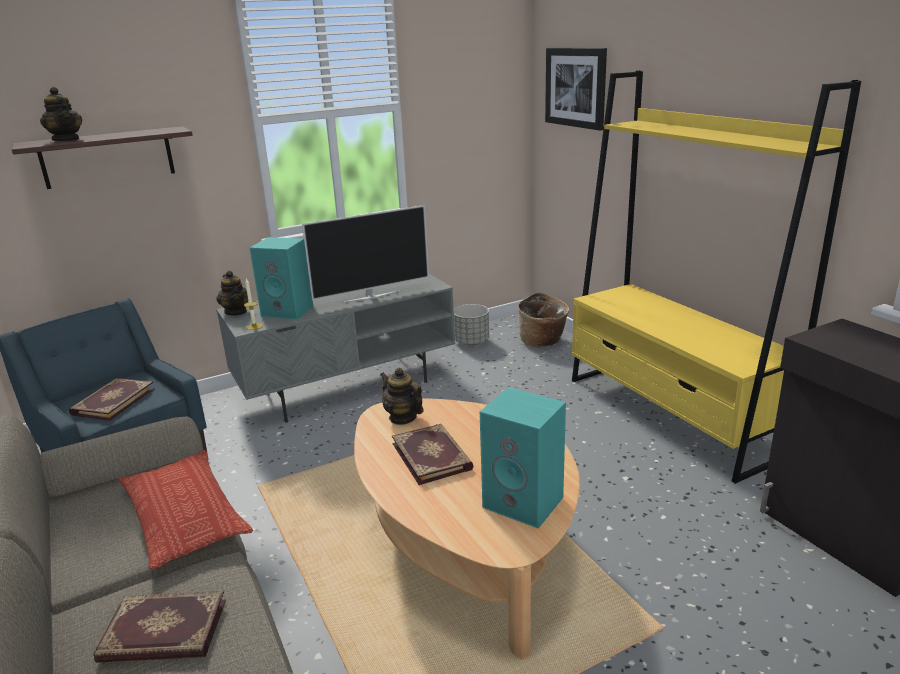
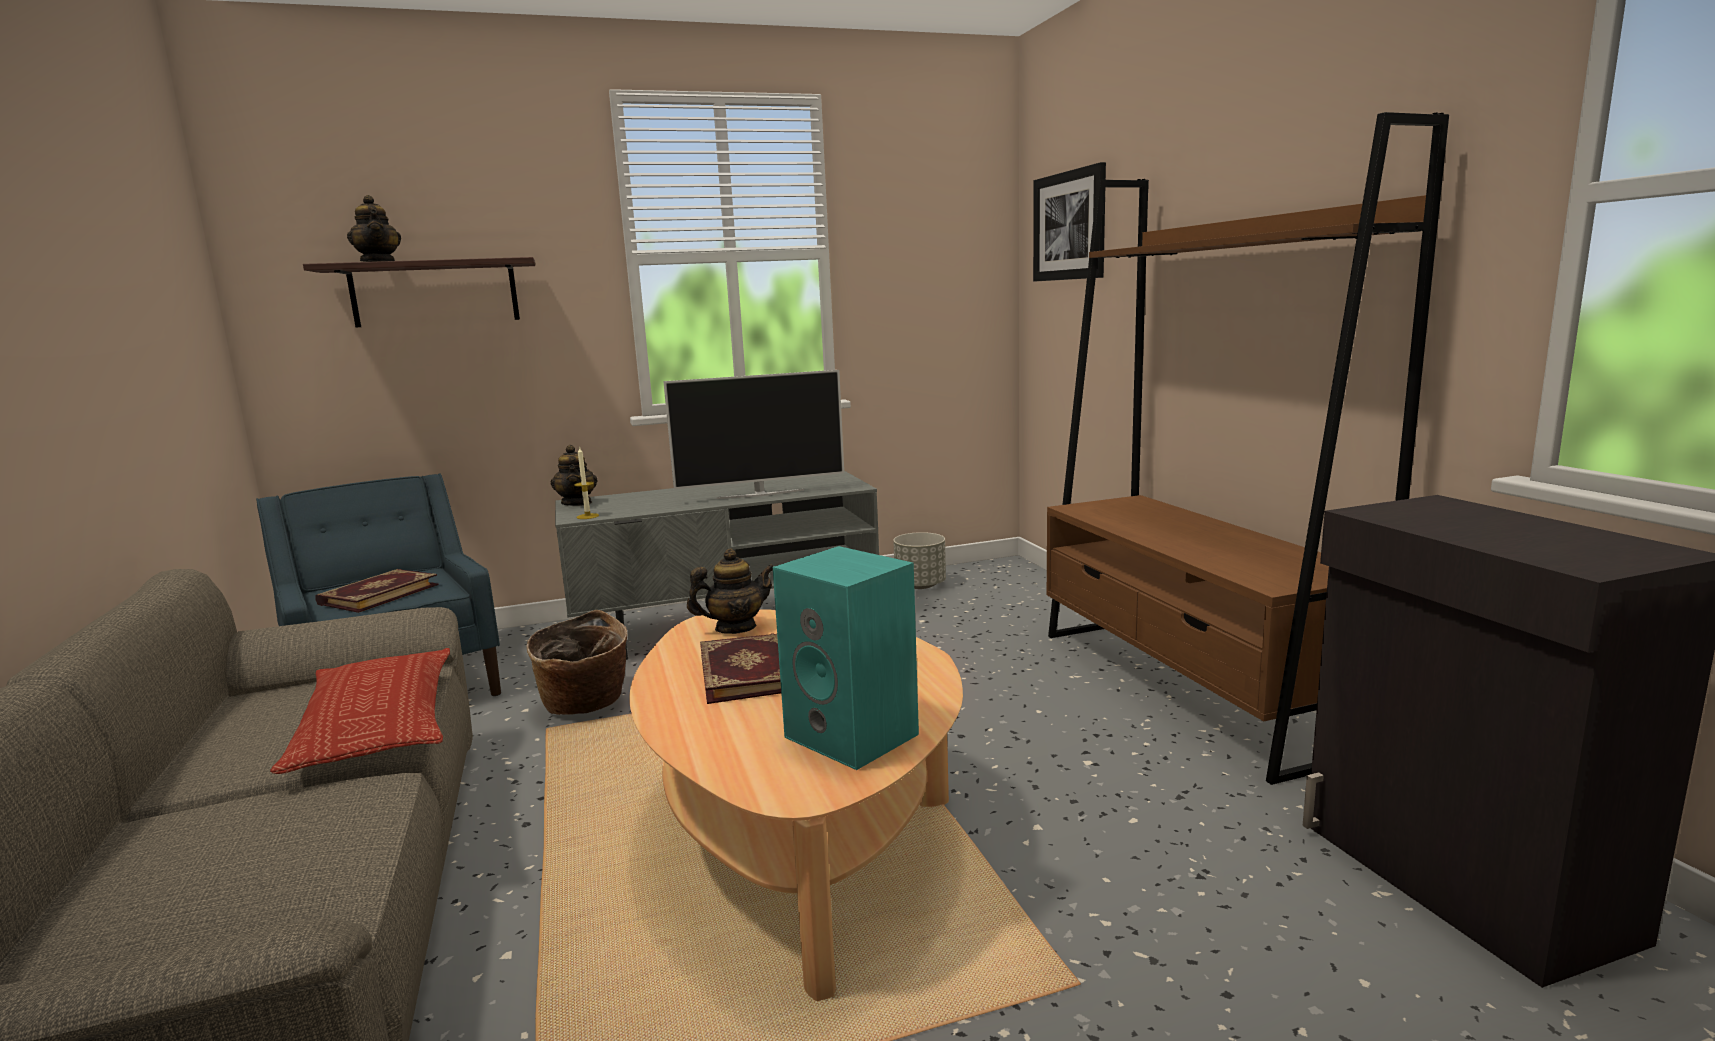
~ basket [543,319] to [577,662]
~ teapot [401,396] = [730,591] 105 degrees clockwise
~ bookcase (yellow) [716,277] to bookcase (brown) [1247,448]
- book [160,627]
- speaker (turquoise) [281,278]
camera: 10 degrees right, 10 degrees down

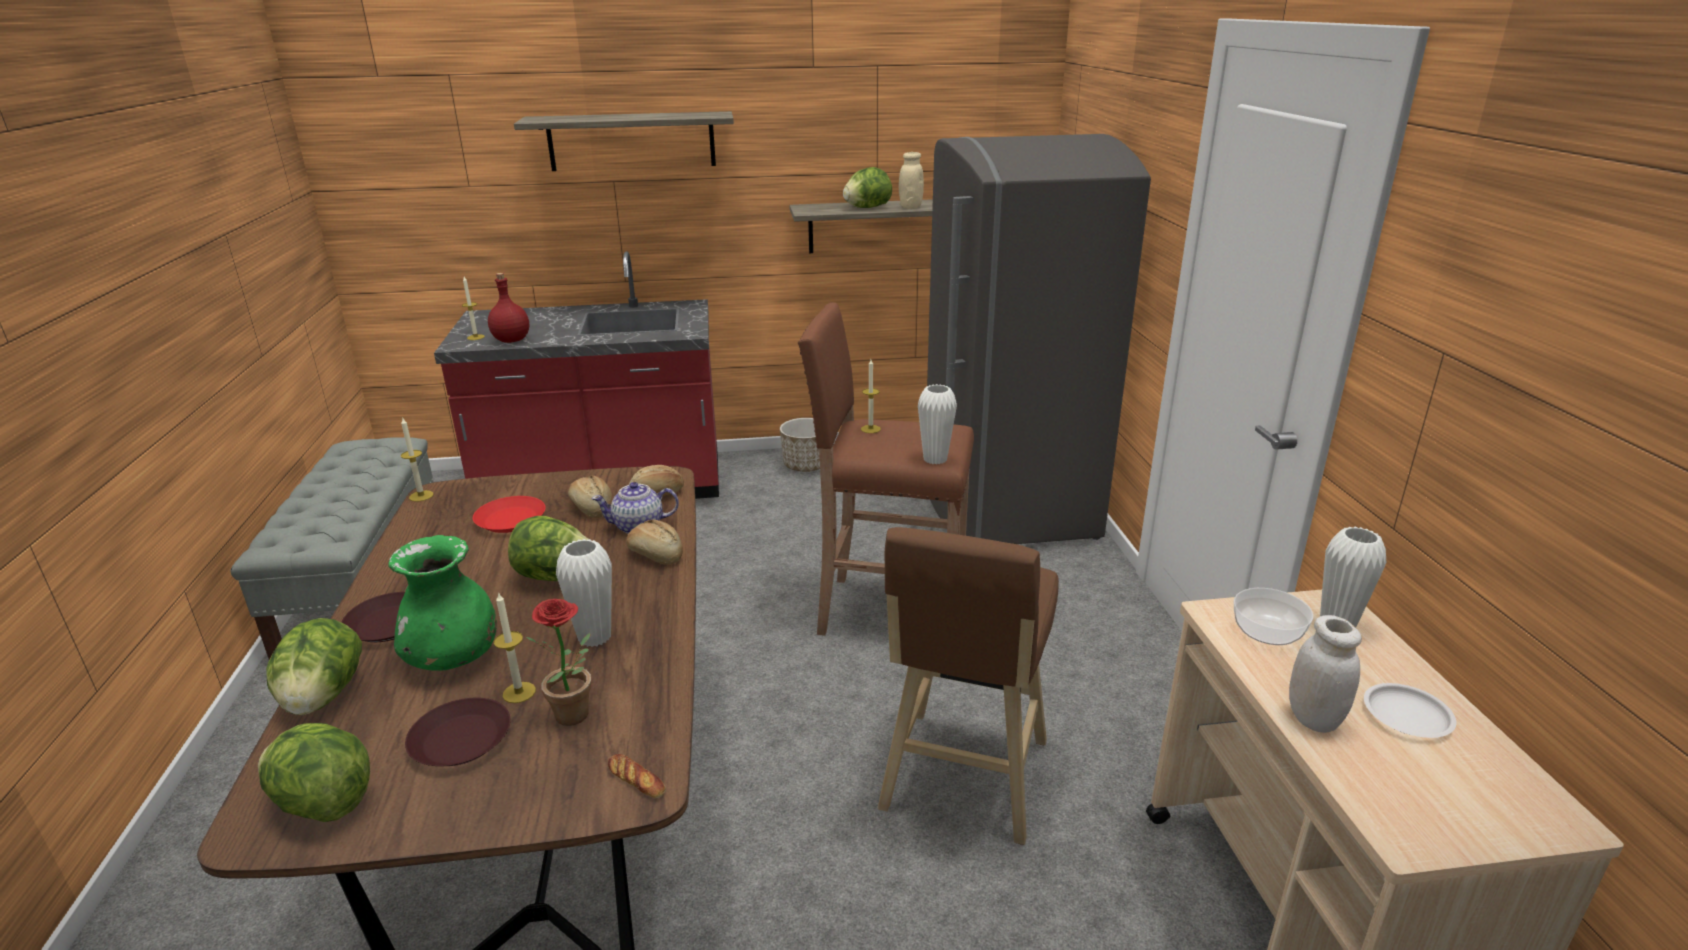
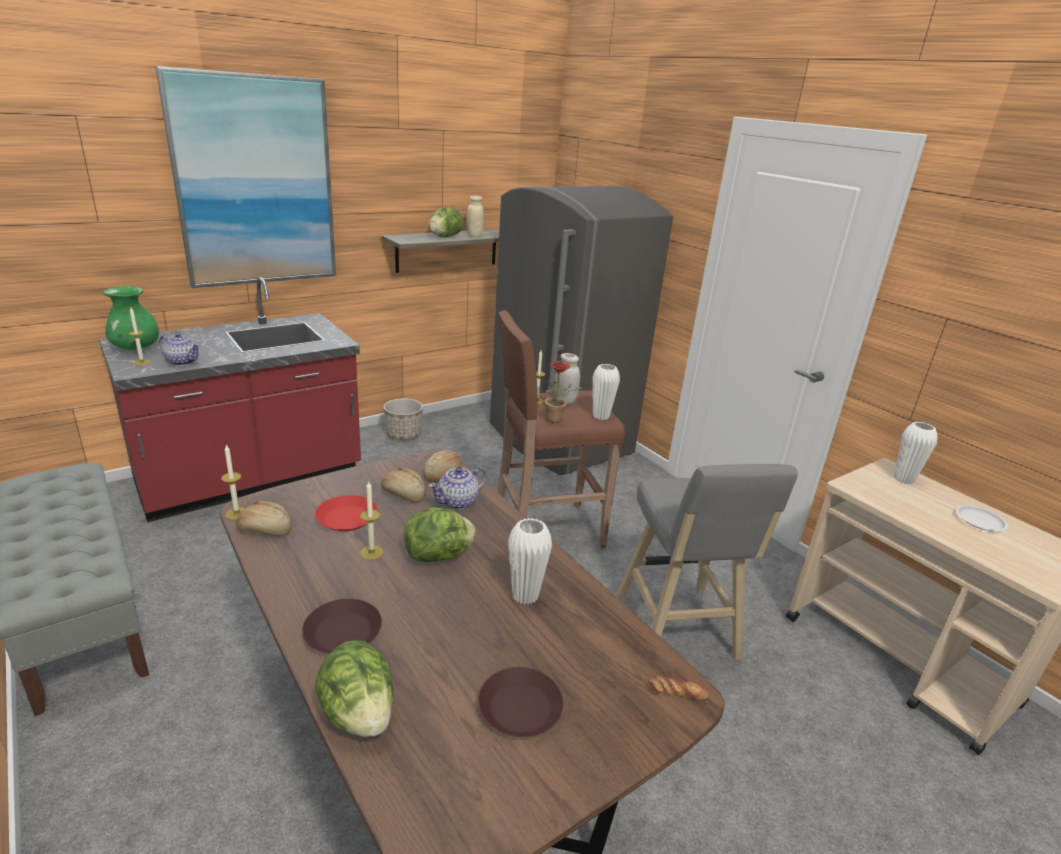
~ vase (green) [442,603] to [131,318]
~ shelf [624,141] to picture [245,177]
~ bottle (red) [508,308] to teapot [179,349]
~ bread [654,542] to [264,519]
~ candle [515,647] to [371,521]
~ potted plant [558,662] to [563,392]
~ jar (white) [1325,674] to [567,378]
~ stool (brown) [968,686] to stool (grey) [707,561]
- lettuce [314,772]
- bowl [1273,616]
camera: 30 degrees left, 0 degrees up

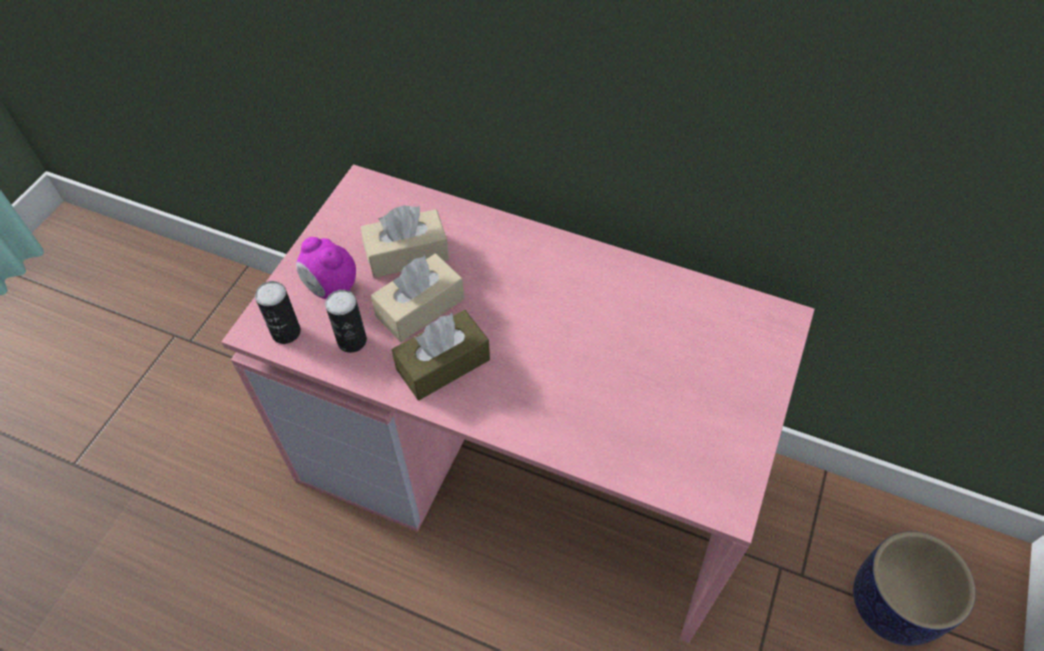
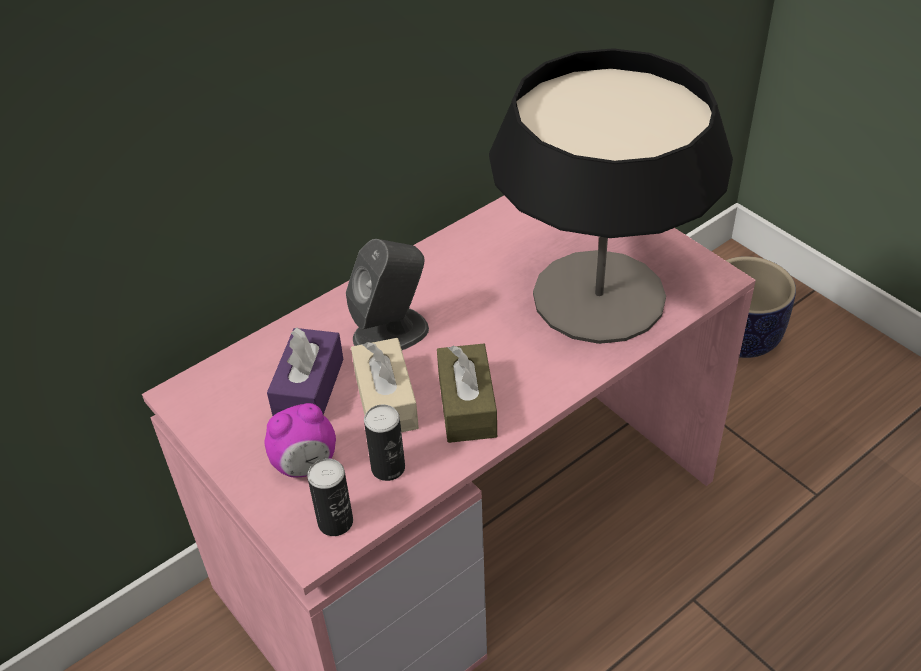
~ tissue box (beige) [405,242] to tissue box (purple) [305,372]
+ speaker (grey) [387,294]
+ table lamp [611,196]
camera: 60 degrees left, 10 degrees down

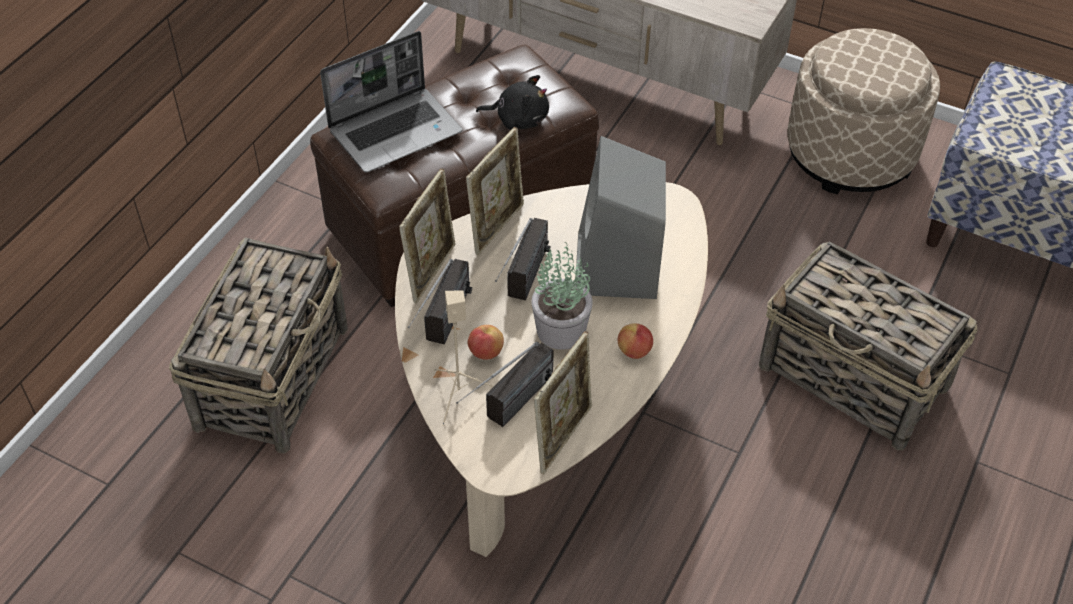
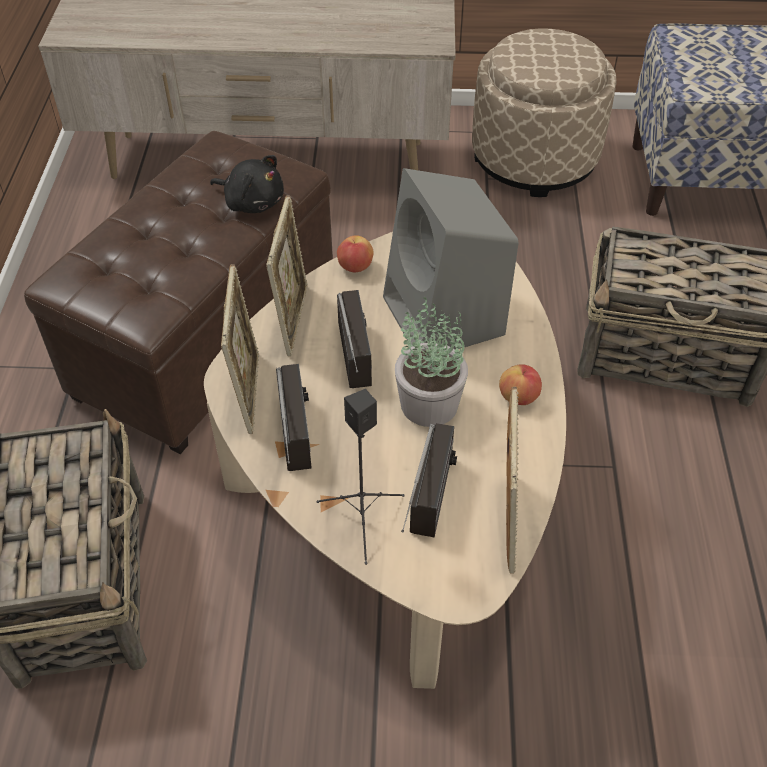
~ plush toy (black) [512,102] = [247,184] 45 degrees clockwise
~ speaker (beige) [464,358] to speaker (black) [361,477]
~ apple [485,342] to [355,253]
- laptop [391,101]
camera: 25 degrees left, 0 degrees up

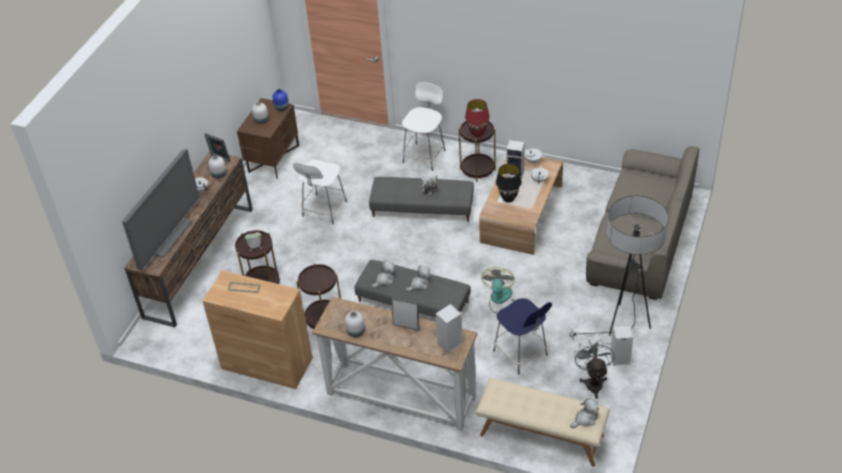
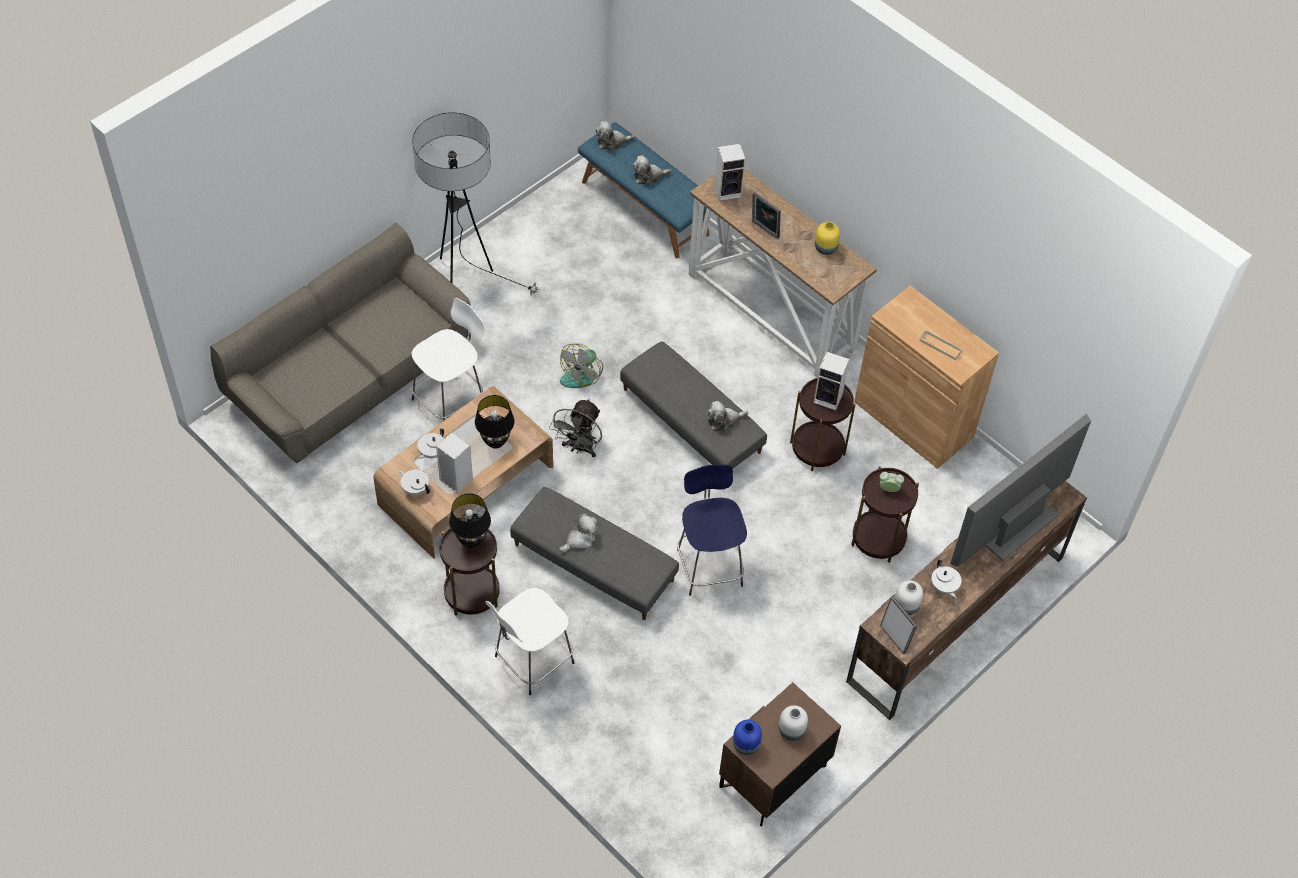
~ stool (white) [320,192] to [447,359]
~ table lamp (red) [477,118] to table lamp (black) [470,520]
~ fan (grey) [594,369] to [575,428]
~ bench (beige) [543,422] to bench (blue) [643,190]
~ plush toy [418,278] to [652,170]
~ stool (blue) [522,336] to [712,530]
~ speaker [621,345] to [831,381]
~ vase (white) [355,324] to vase (yellow) [827,238]
camera: 160 degrees left, 10 degrees up

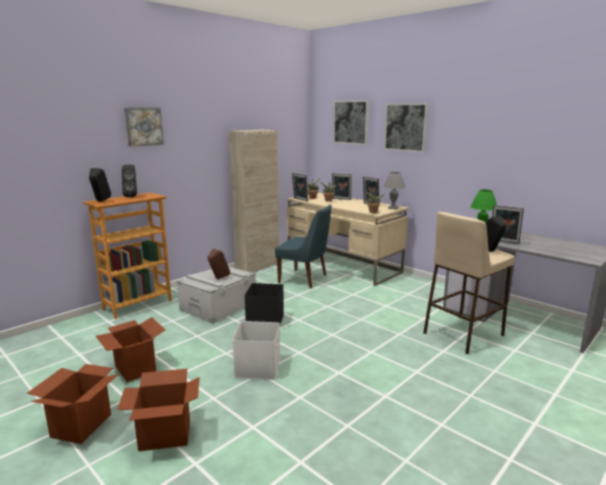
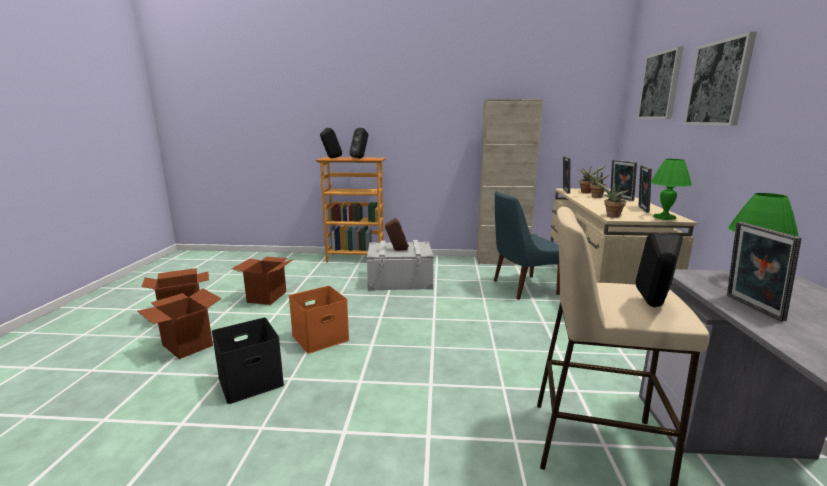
~ storage box (black) [264,303] to [248,361]
~ storage box (white) [256,350] to storage box (orange) [319,320]
~ chair (blue) [303,246] = [527,245] 90 degrees clockwise
~ table lamp (grey) [394,190] to table lamp (green) [671,189]
- picture [144,127]
camera: 50 degrees right, 0 degrees up

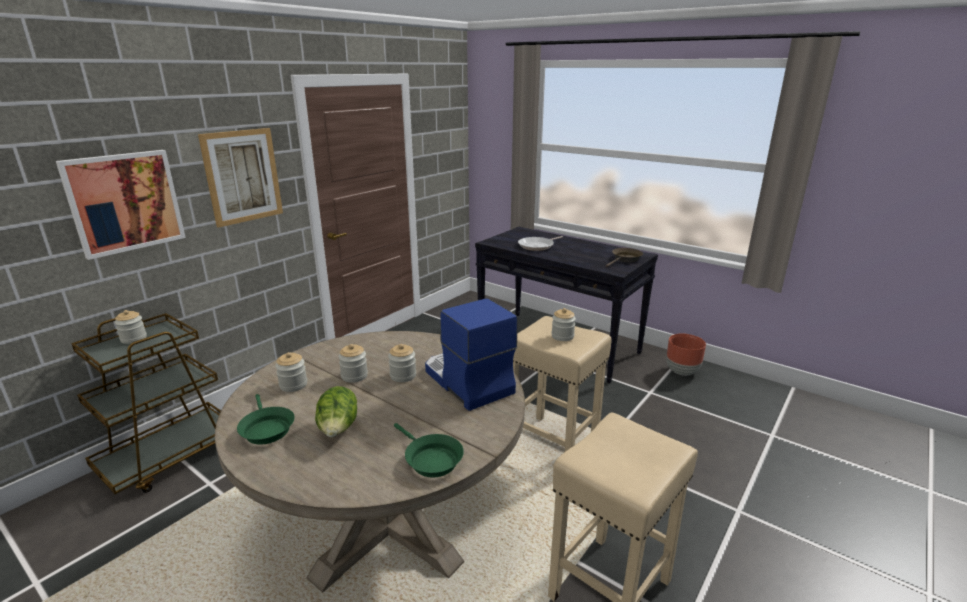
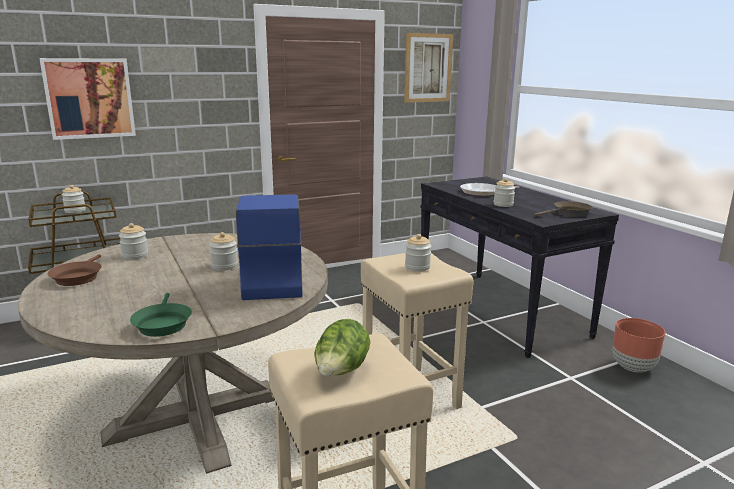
~ frying pan (green) [266,419] to frying pan (brown) [74,270]
~ lettuce [336,411] to [342,347]
~ picture [240,178] to [428,68]
~ jar [353,363] to [504,192]
camera: 25 degrees right, 5 degrees down

